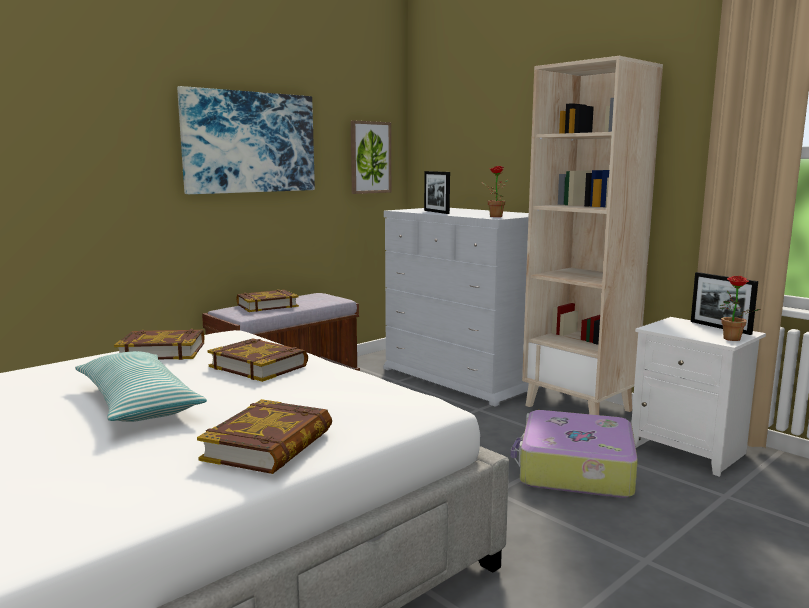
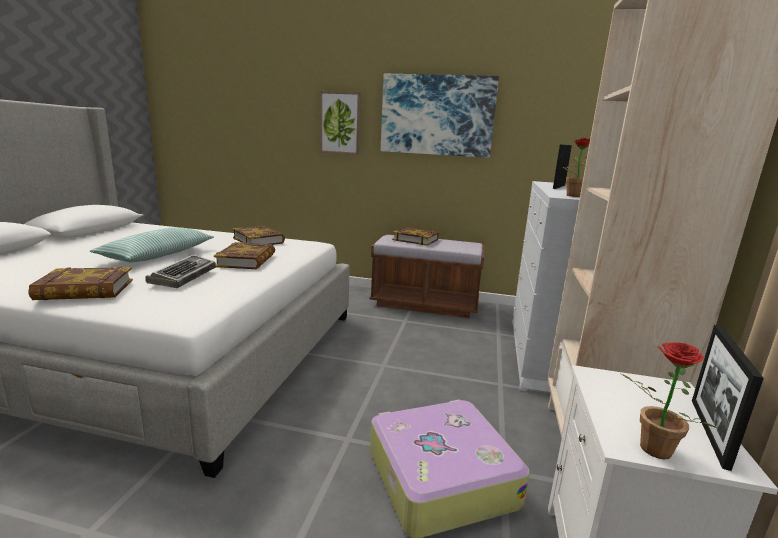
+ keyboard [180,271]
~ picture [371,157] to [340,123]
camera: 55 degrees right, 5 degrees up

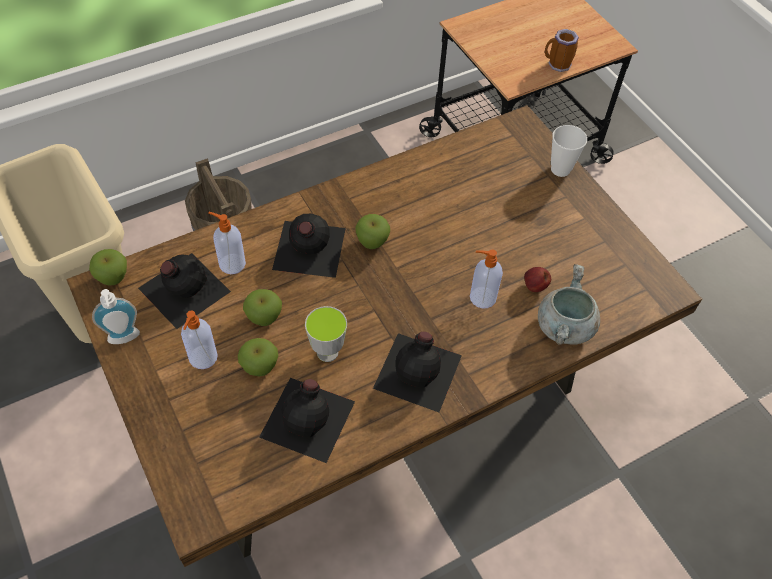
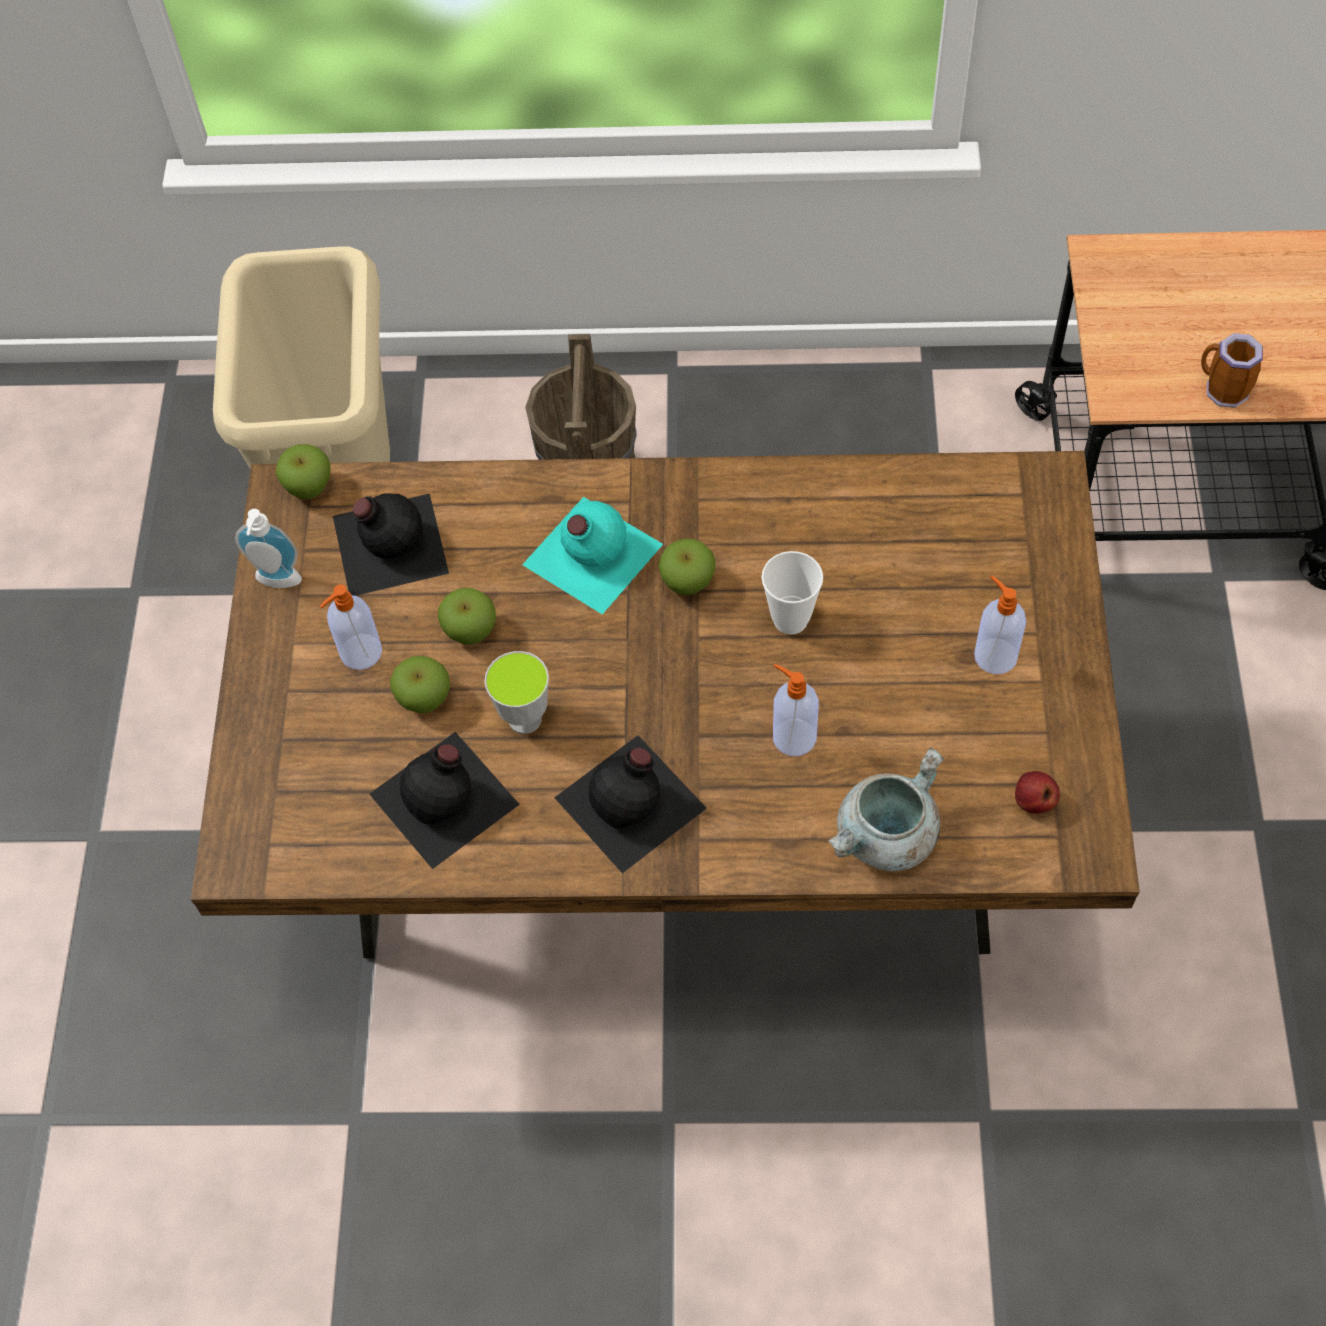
~ bottle (black) [309,246] to bottle (turquoise) [592,555]
~ cup [569,151] to [792,593]
~ soap dispenser [227,243] to [1000,624]
~ apple [537,279] to [1037,792]
camera: 35 degrees right, 5 degrees up

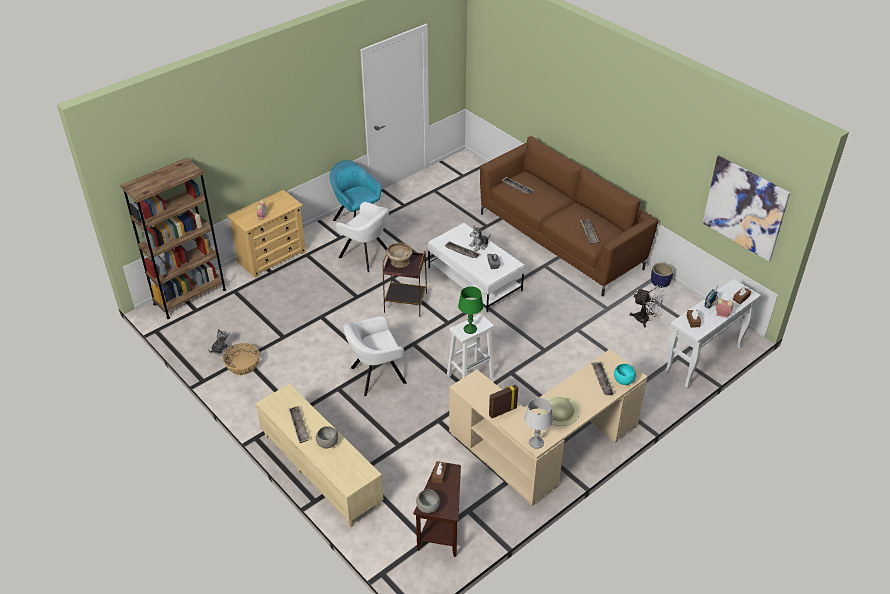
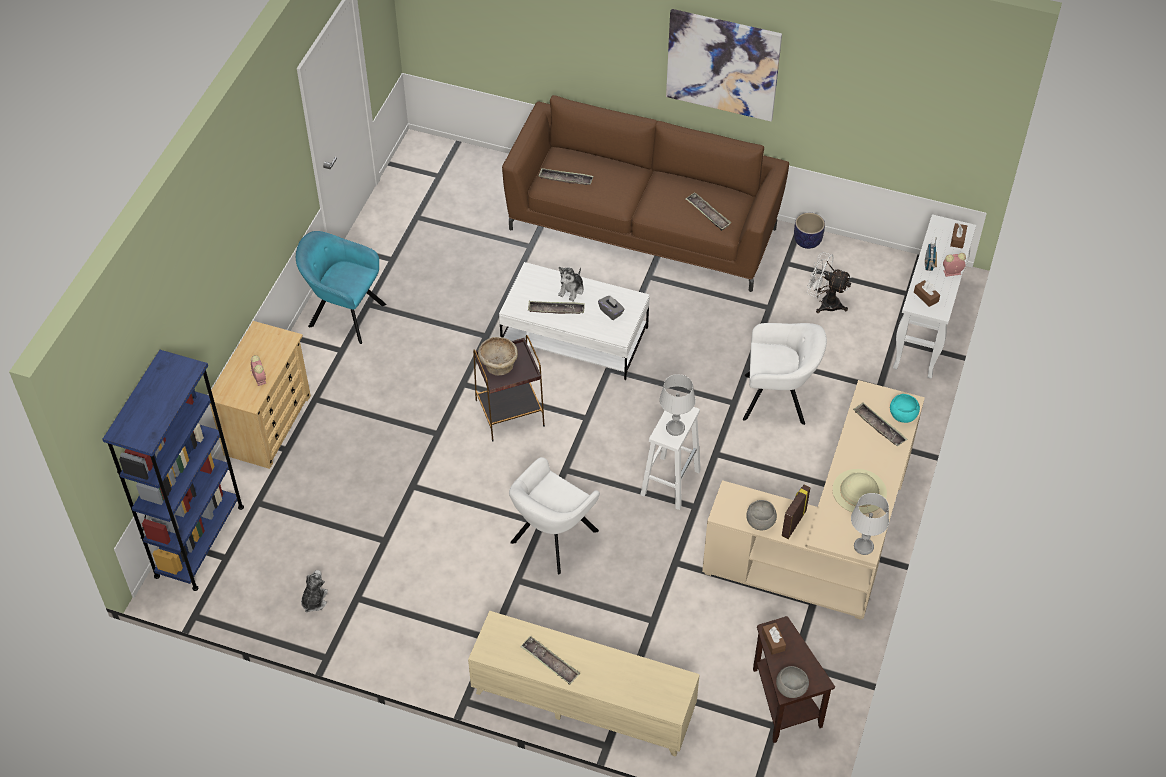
~ bookcase (brown) [173,238] to bookcase (blue) [173,470]
~ table lamp (green) [470,310] to table lamp (grey) [677,405]
~ picture [746,208] to [724,65]
~ armchair (white) [362,237] to [785,374]
~ bowl (grey) [327,437] to [761,515]
~ fan (white) [647,306] = [829,282] 150 degrees counterclockwise
- basket [241,359]
camera: 30 degrees left, 10 degrees up

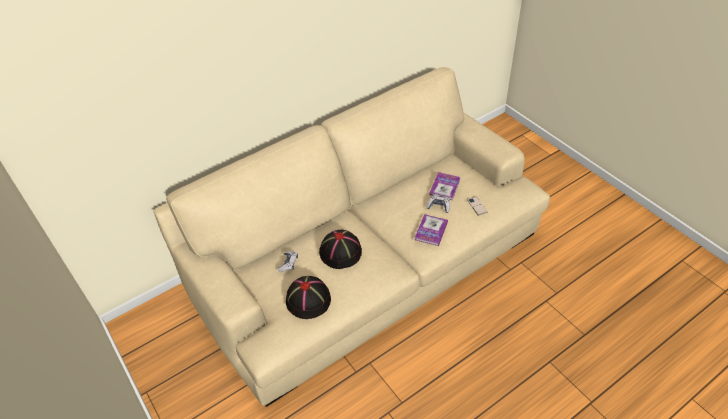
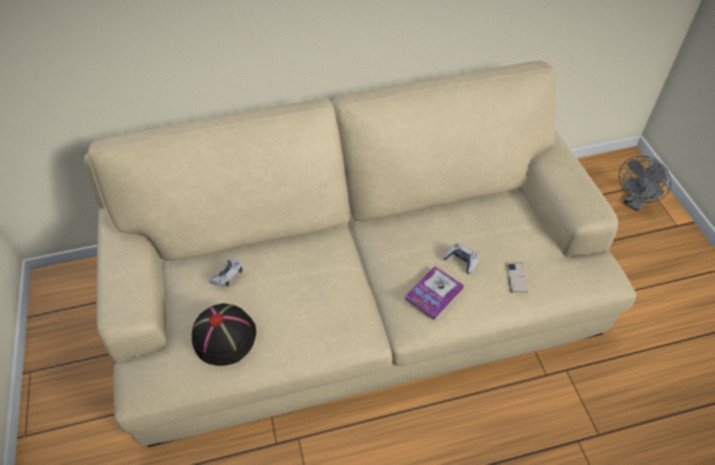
+ fan (grey) [645,183]
- hat (black) [340,249]
- book [444,186]
camera: 20 degrees right, 5 degrees up

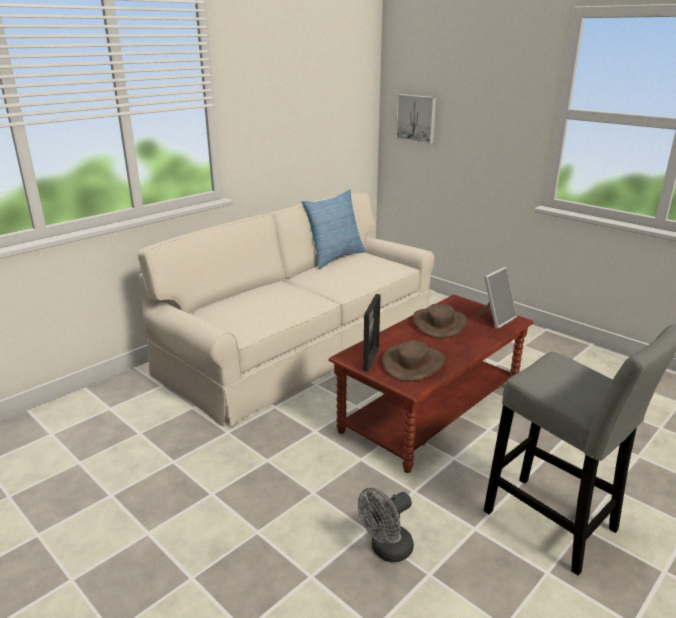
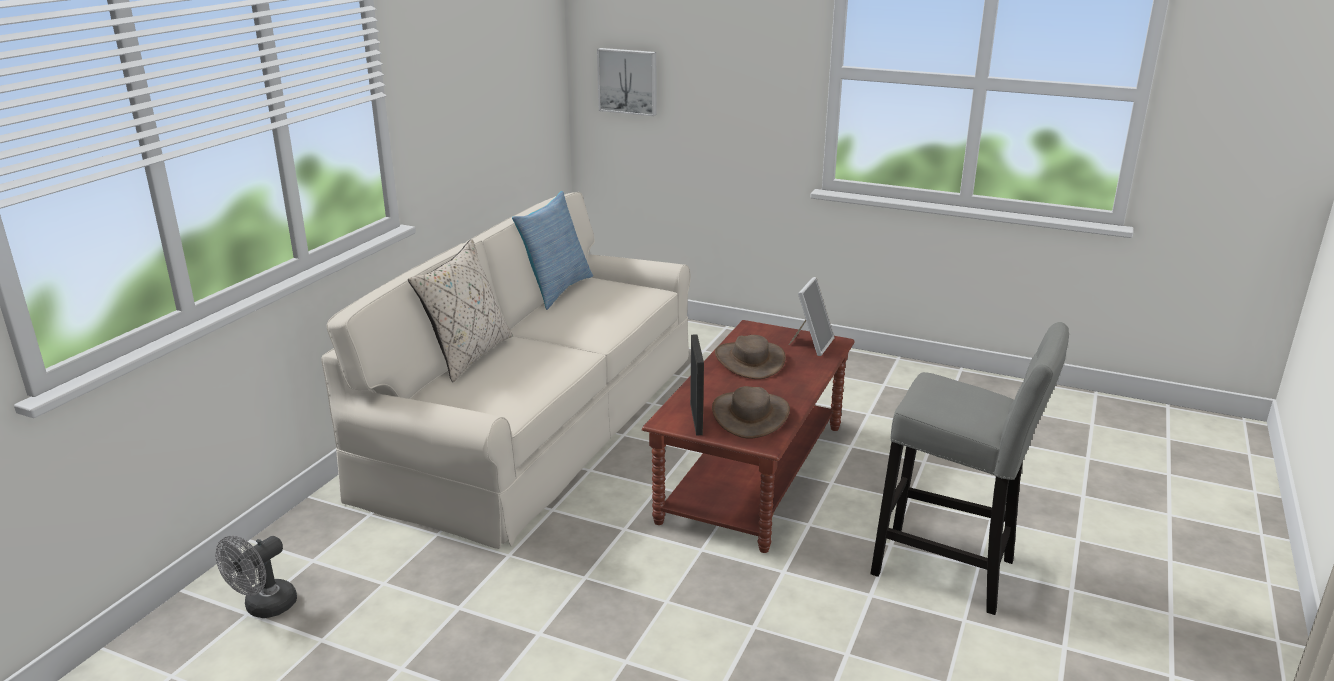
~ fan (grey) [386,524] to [256,577]
+ pillow (beige) [460,310]
camera: 20 degrees left, 0 degrees up

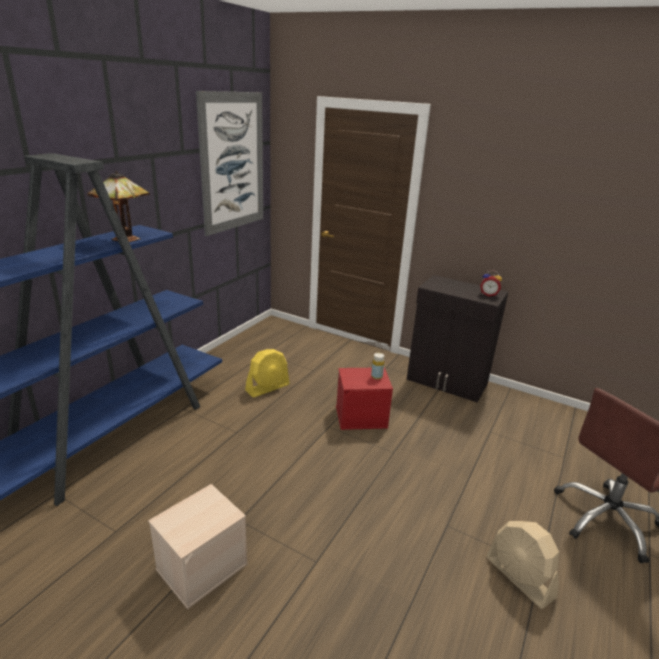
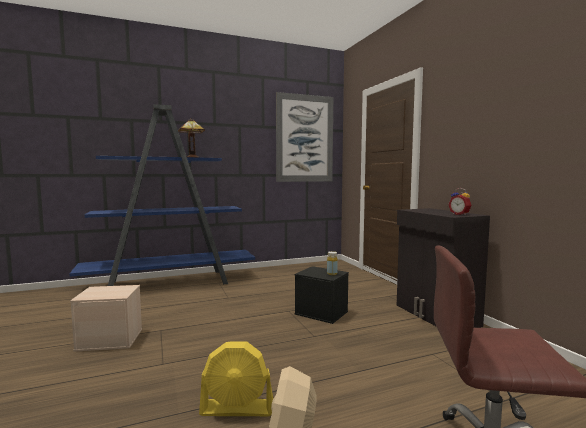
~ fan (yellow) [267,373] to [236,378]
~ storage box (red) [364,398] to storage box (black) [322,295]
camera: 40 degrees right, 20 degrees down

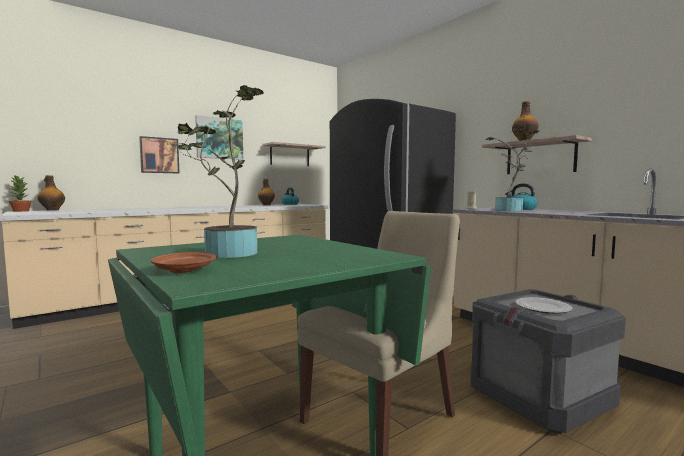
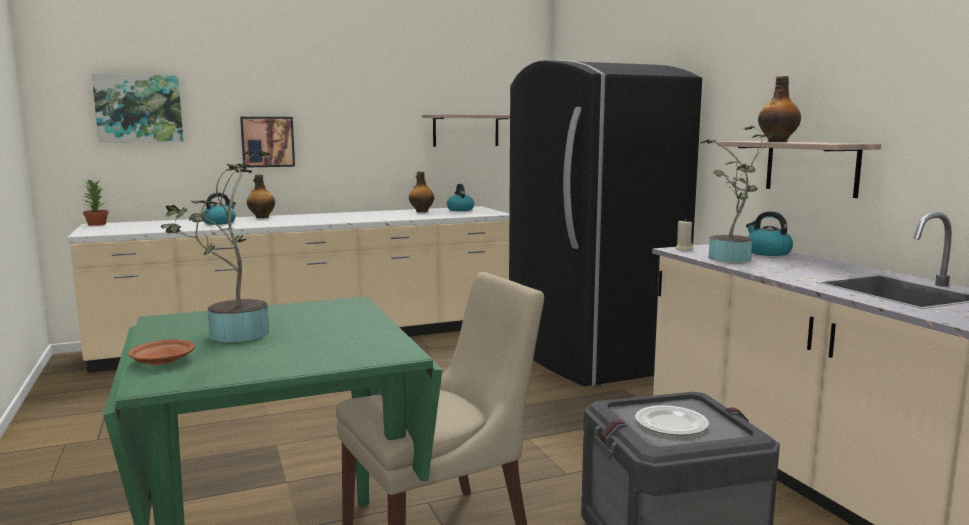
~ picture [219,137] to [137,108]
+ kettle [219,209]
~ bottle [51,193] to [261,196]
camera: 15 degrees right, 5 degrees up

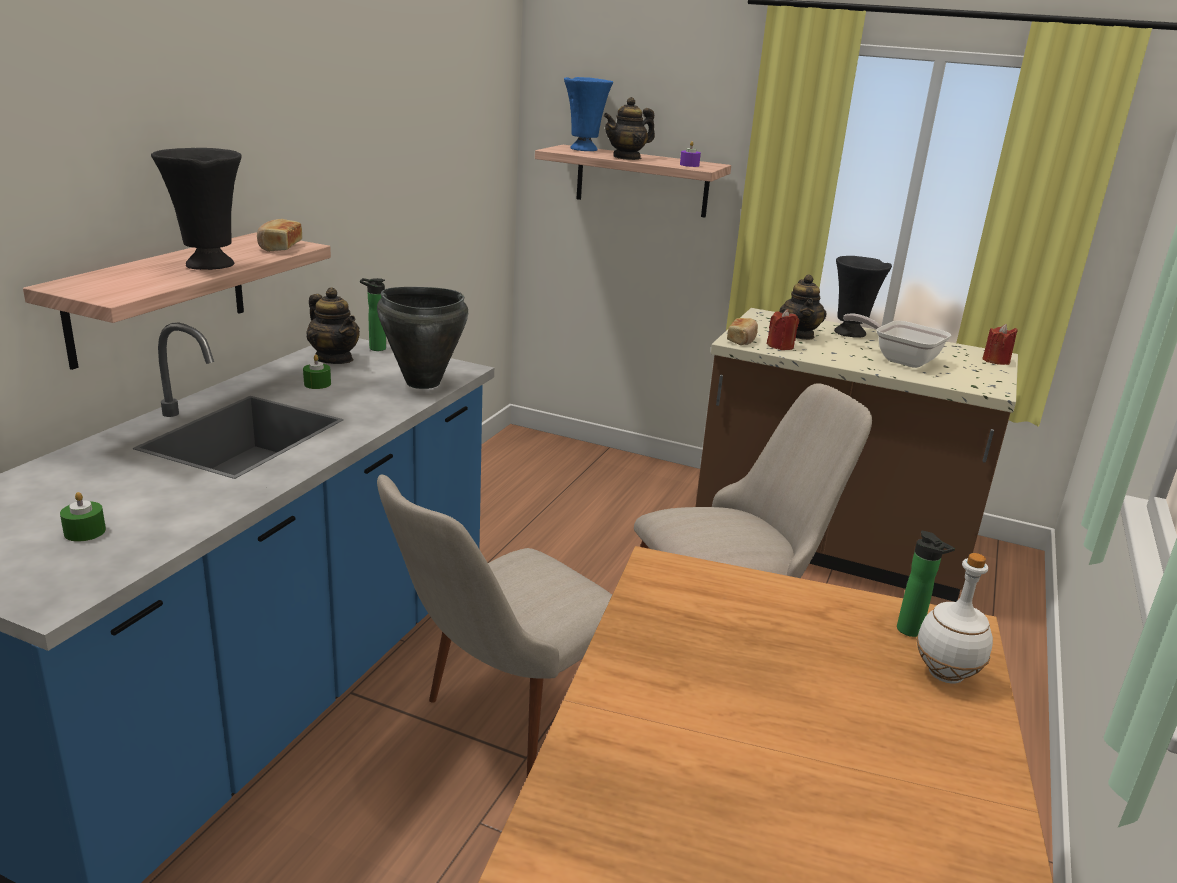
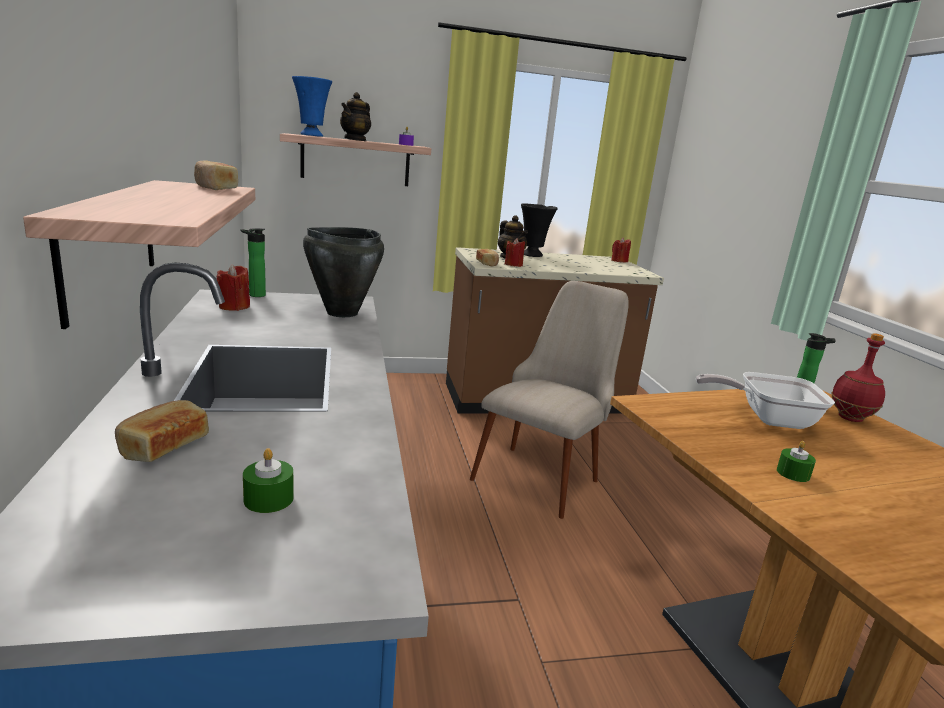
+ bread [162,431]
~ teapot [333,325] to candle (red) [233,288]
~ frying pan [897,341] to [765,400]
~ candle (green) [317,371] to [796,461]
~ bottle (white) [954,618] to bottle (red) [858,377]
- vase (black) [196,209]
- chair (beige) [494,626]
camera: 35 degrees left, 5 degrees down

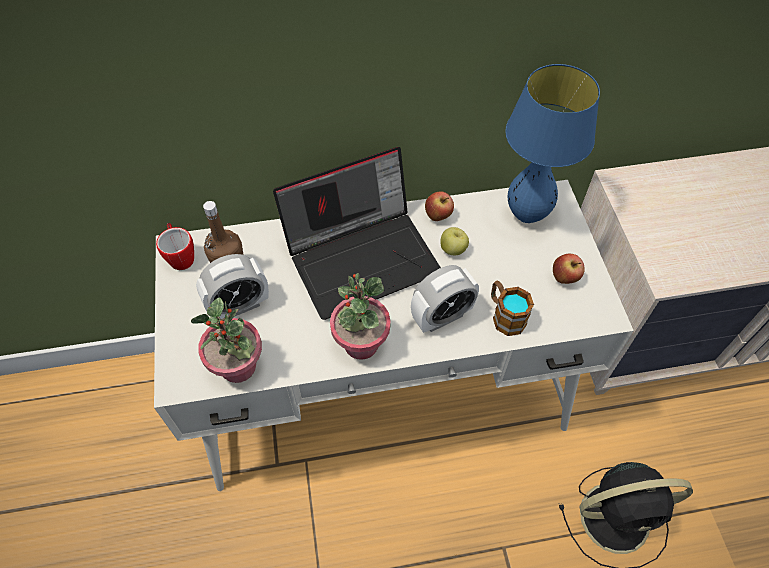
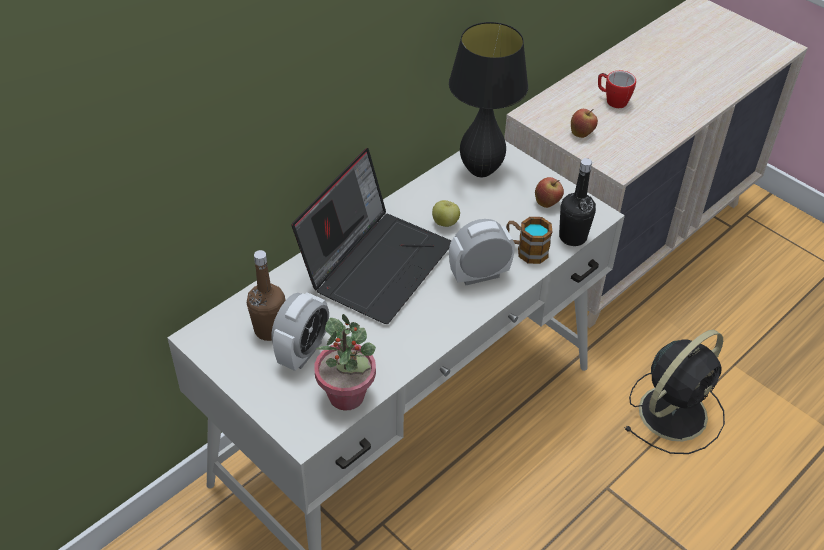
~ table lamp (blue) [552,143] to table lamp (black) [488,100]
~ alarm clock [445,299] = [482,252] 135 degrees counterclockwise
+ bottle (black) [577,202]
~ apple [439,206] to [584,123]
~ mug [175,246] to [617,89]
- potted plant [360,316]
camera: 35 degrees left, 10 degrees down

